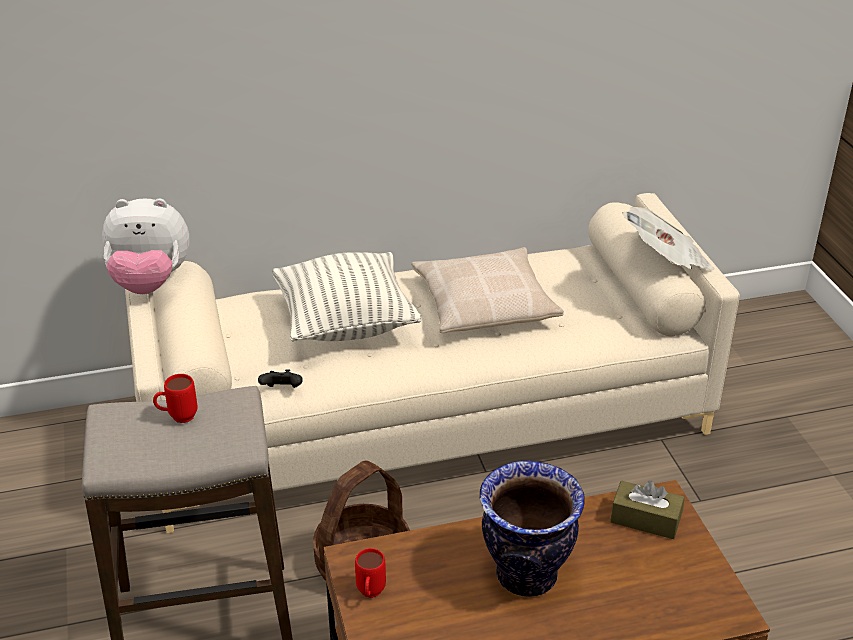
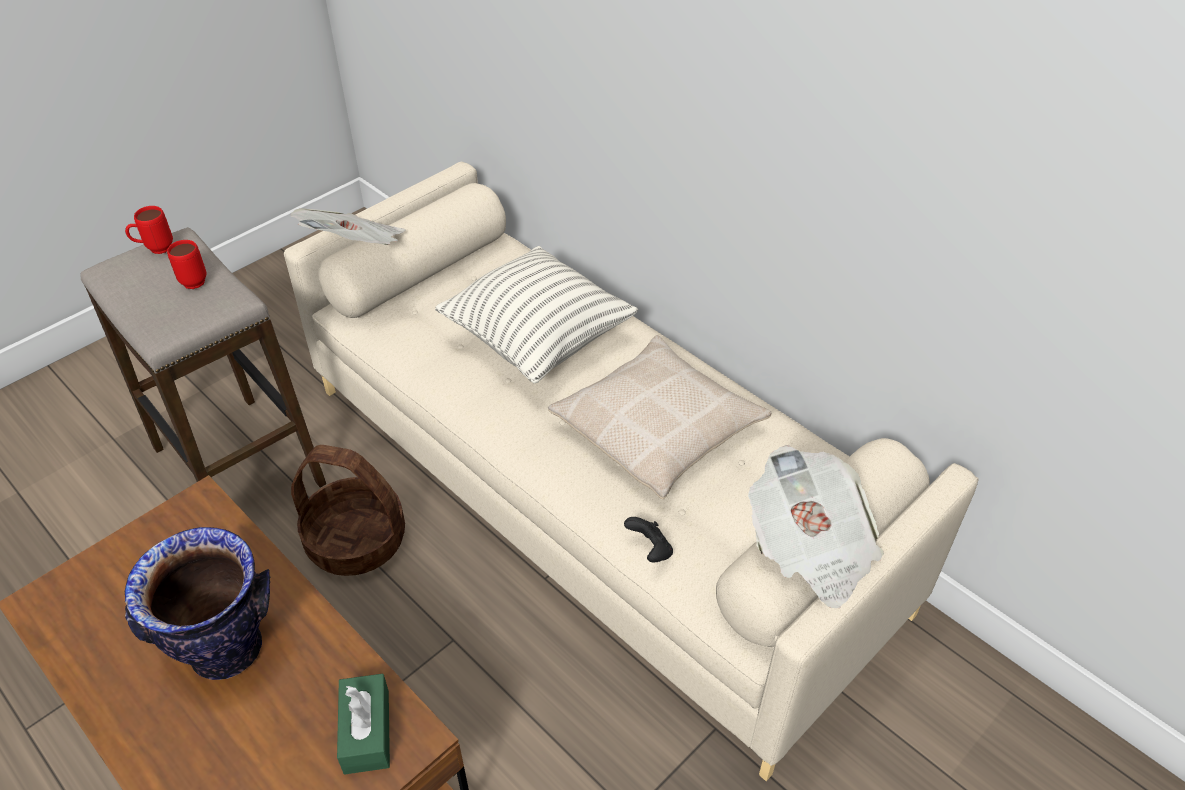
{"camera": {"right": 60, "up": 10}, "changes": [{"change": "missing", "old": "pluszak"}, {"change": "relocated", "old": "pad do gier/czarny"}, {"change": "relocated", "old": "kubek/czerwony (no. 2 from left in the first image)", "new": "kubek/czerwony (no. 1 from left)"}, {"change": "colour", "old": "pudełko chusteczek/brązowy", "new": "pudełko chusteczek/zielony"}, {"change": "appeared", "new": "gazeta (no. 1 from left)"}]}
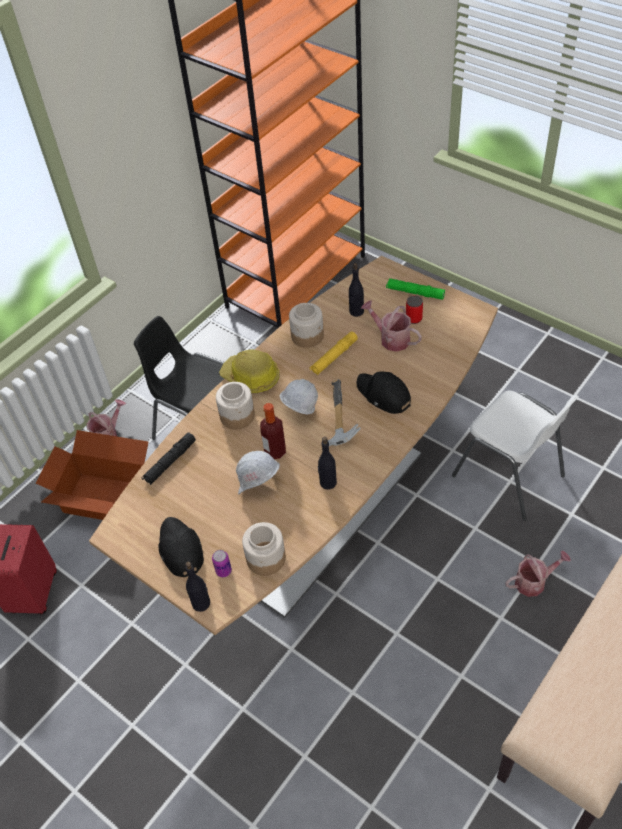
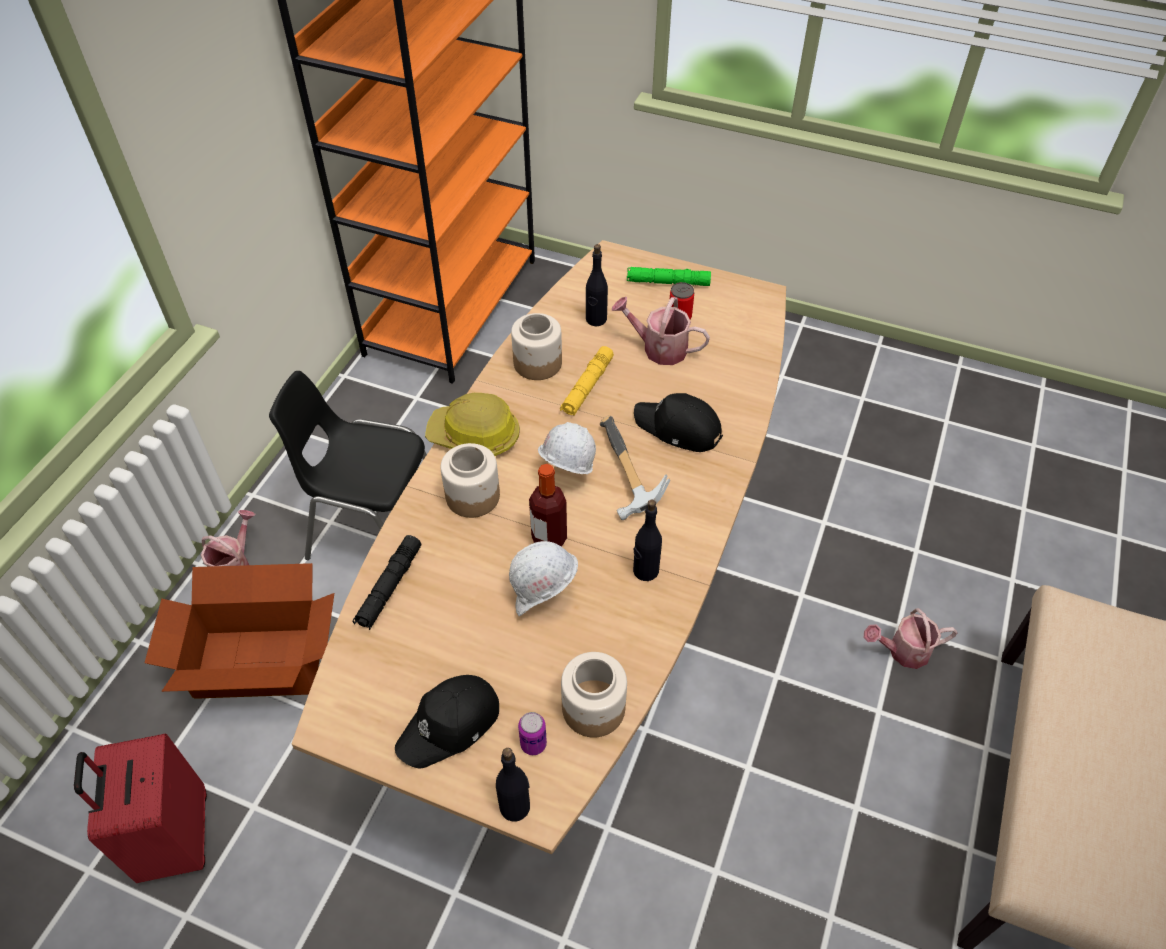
{"camera": {"right": -20, "up": 0}, "changes": [{"change": "spun", "old": "czapka z daszkiem/czarny (no. 1 from left)", "degrees": -90}, {"change": "missing", "old": "krzesło/biały"}, {"change": "spun", "old": "konewka (no. 3 from left)", "degrees": -150}]}
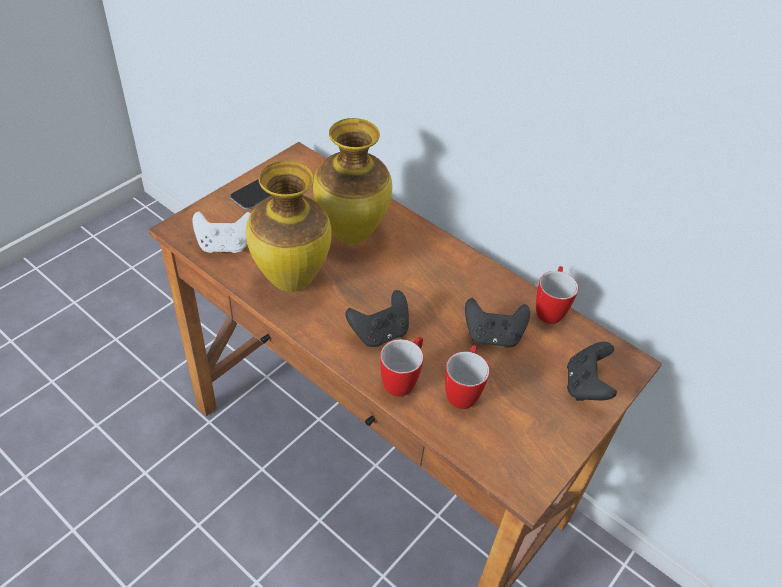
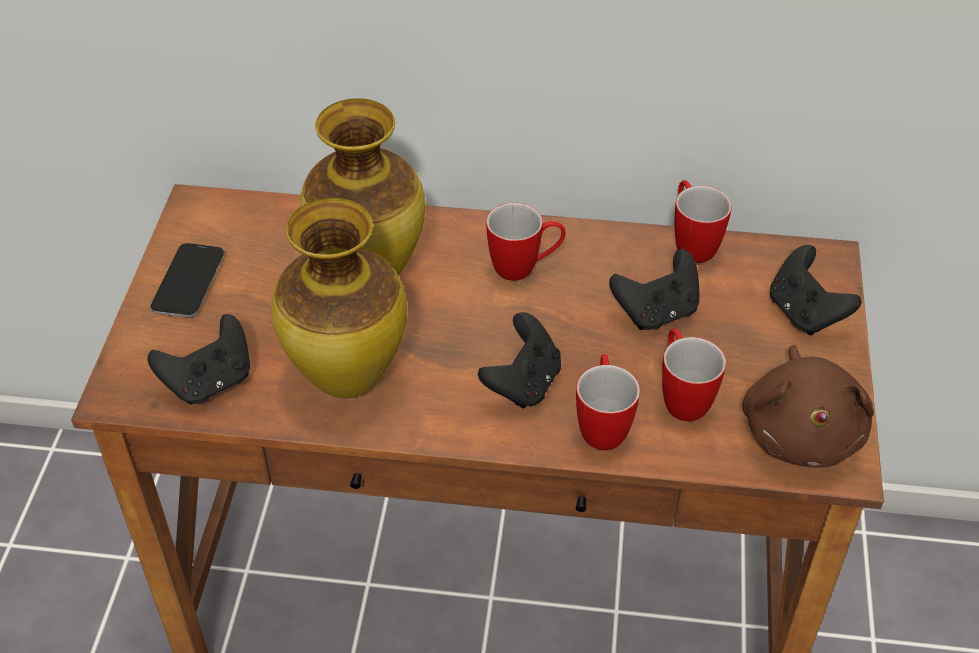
{"camera": {"right": -30, "up": 0}, "changes": [{"change": "colour", "old": "pad do gier/biały", "new": "pad do gier/czarny (no. 1 from left)"}, {"change": "appeared", "new": "kubek (no. 1 from left)"}, {"change": "appeared", "new": "pluszak/brązowy"}]}
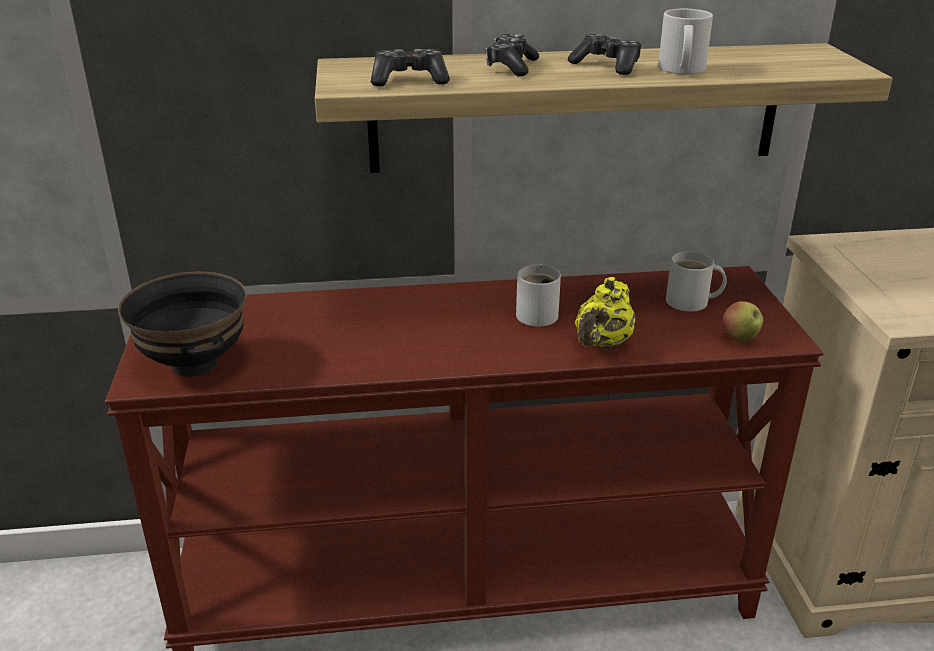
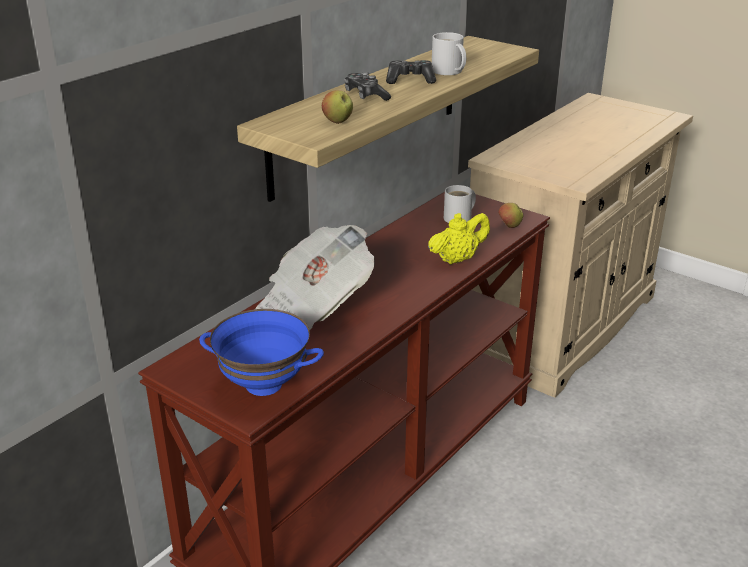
{"camera": {"right": -45, "up": 0}, "changes": [{"change": "colour", "old": "miska/czarny", "new": "miska/niebieski"}, {"change": "exchanged", "old": "pad do gier (no. 1 from left)", "new": "jabłko (no. 1 from left)"}, {"change": "missing", "old": "kubek/biały (no. 1 from left)"}, {"change": "spun", "old": "imbryk/żółty", "degrees": -105}, {"change": "appeared", "new": "gazeta"}]}
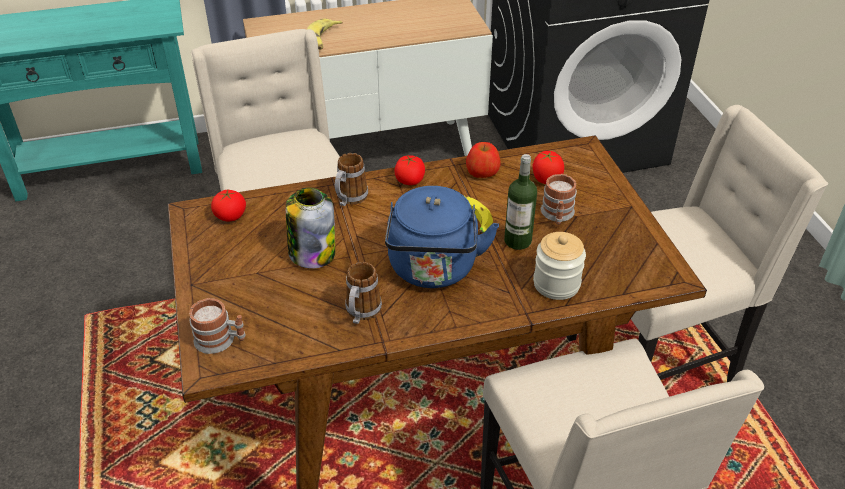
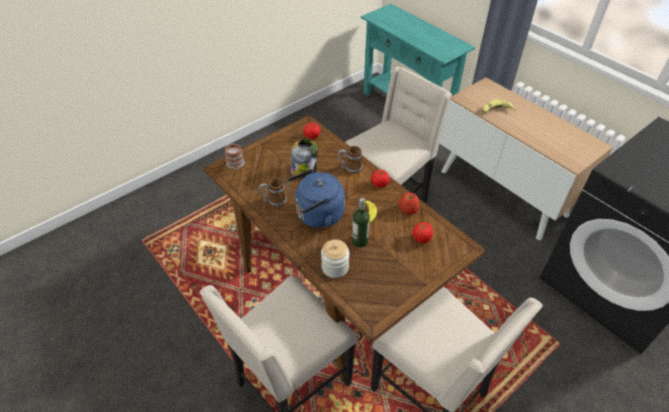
{"camera": {"right": 65, "up": 5}, "changes": [{"change": "missing", "old": "kubek (no. 4 from left)"}]}
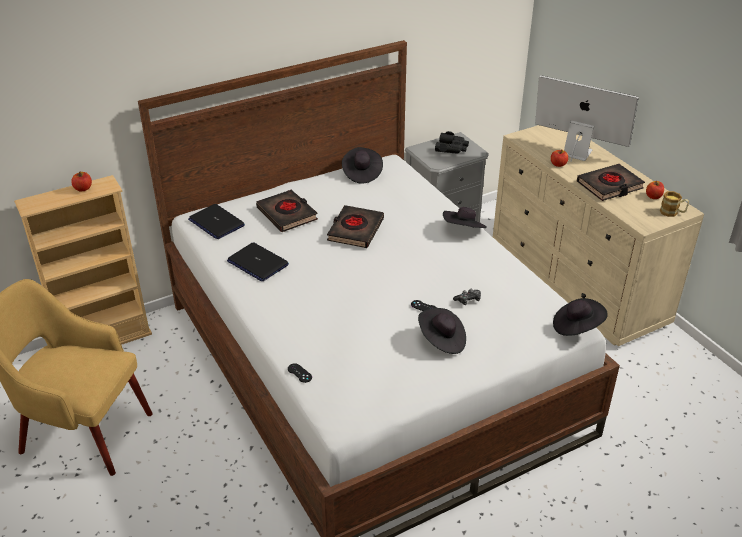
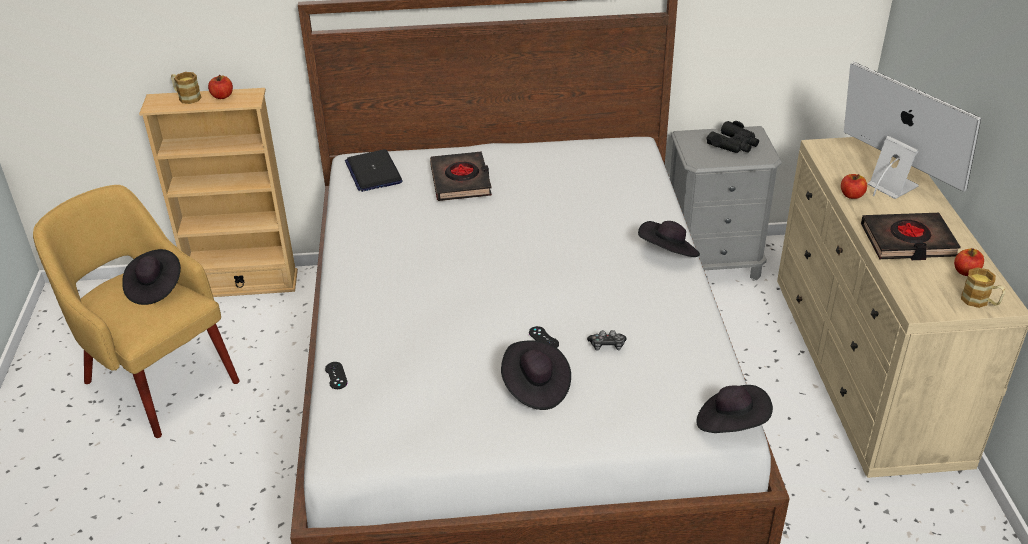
{"camera": {"right": 25, "up": 0}, "changes": [{"change": "missing", "old": "laptop (no. 2 from left)"}, {"change": "missing", "old": "książka/czarny (no. 2 from left)"}, {"change": "relocated", "old": "kapelusz/czarny (no. 1 from left)"}, {"change": "appeared", "new": "kubek (no. 1 from left)"}]}
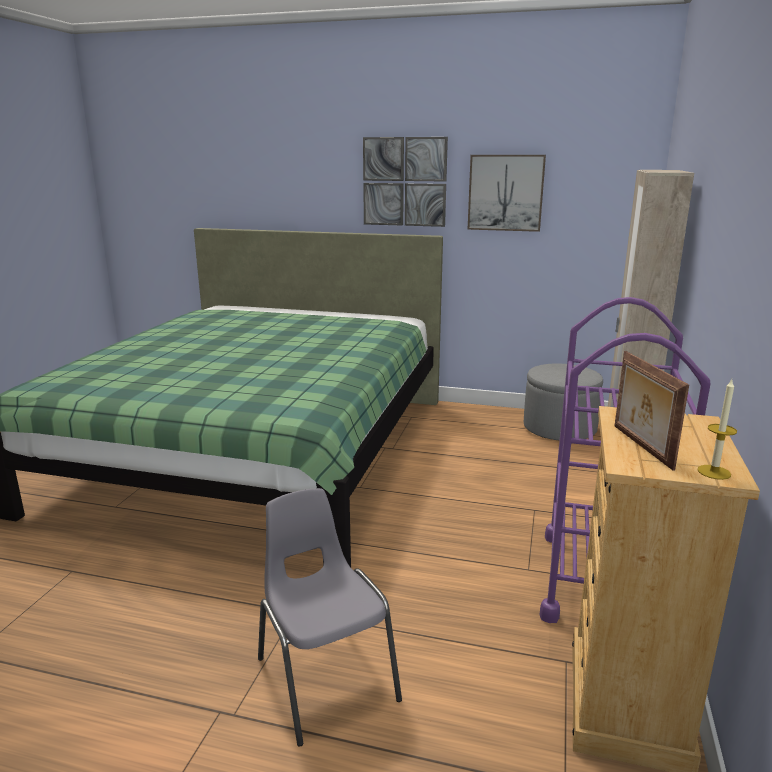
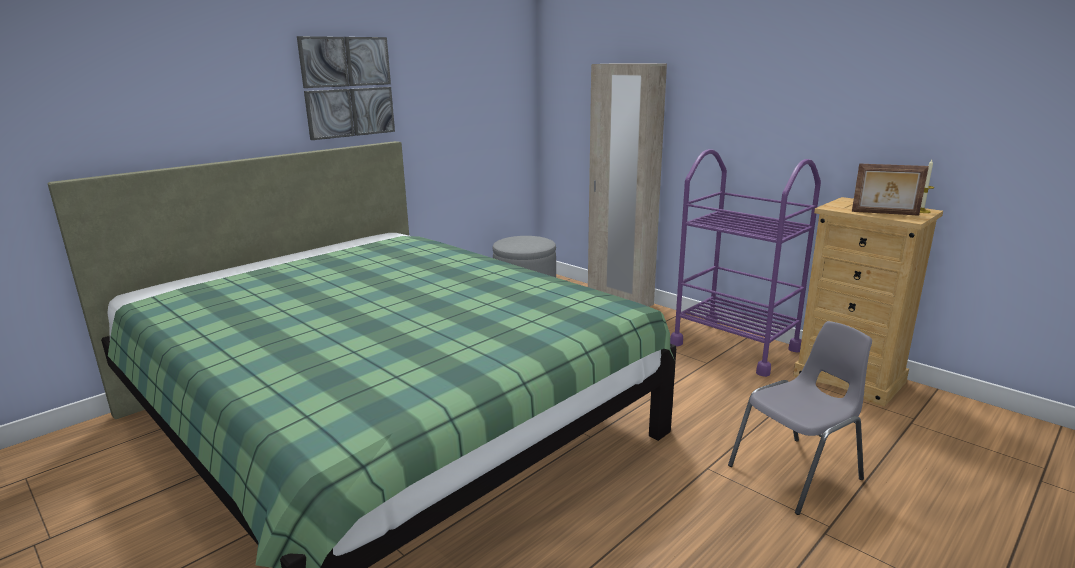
{"camera": {"right": -60, "up": 0}, "changes": [{"change": "spun", "old": "krzesło/szary", "degrees": 150}, {"change": "missing", "old": "obraz (no. 2 from left)"}]}
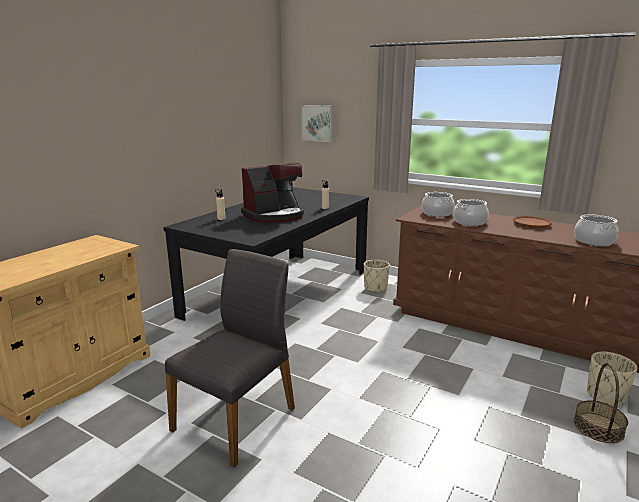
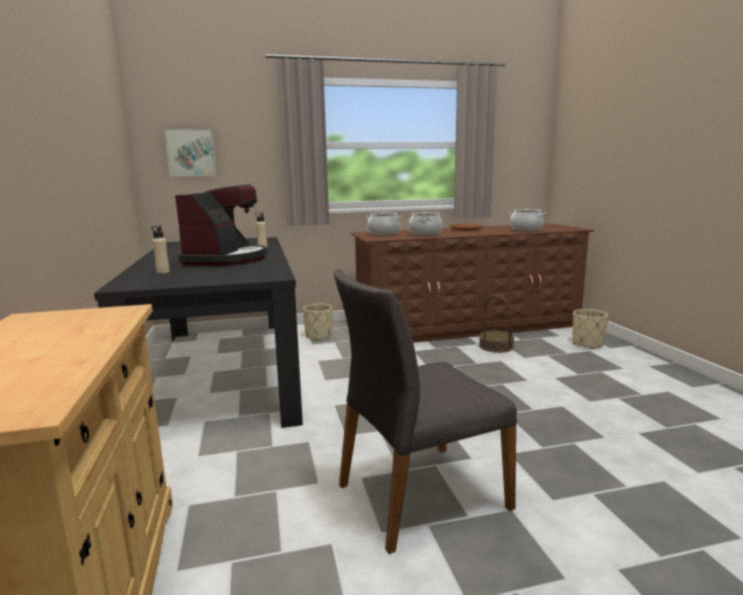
{"camera": {"right": -45, "up": -5}, "changes": [{"change": "spun", "old": "krzesło/szary", "degrees": -105}, {"change": "relocated", "old": "koszyk"}]}
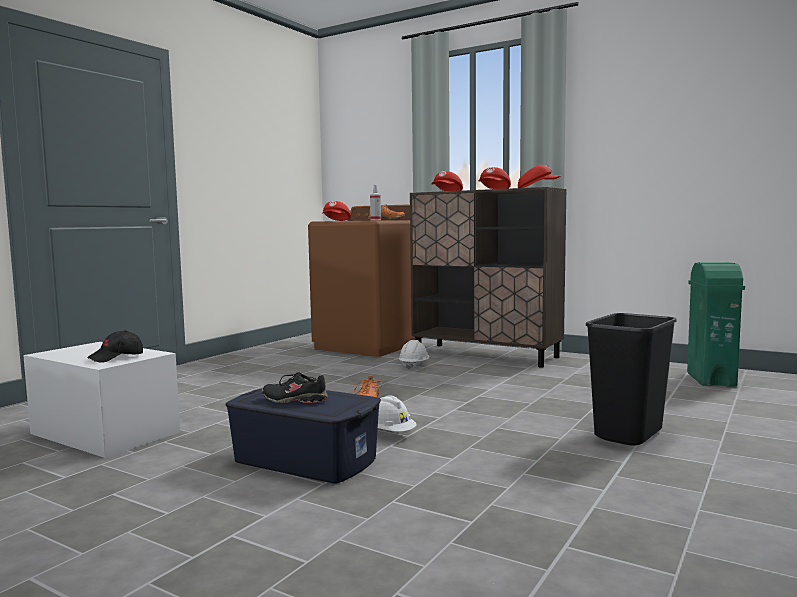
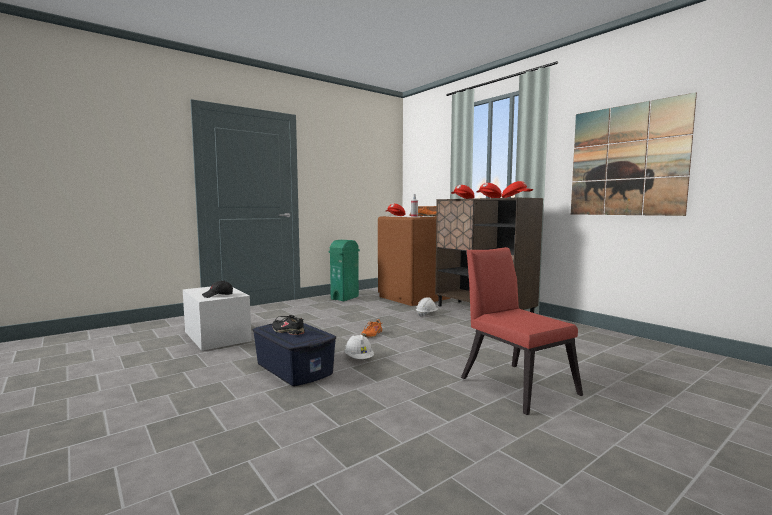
{"camera": {"right": 20, "up": 0}, "changes": [{"change": "exchanged", "old": "kosz na śmieci/czarny", "new": "krzesło/czerwony"}, {"change": "relocated", "old": "kosz na śmieci/zielony"}, {"change": "appeared", "new": "obraz"}]}
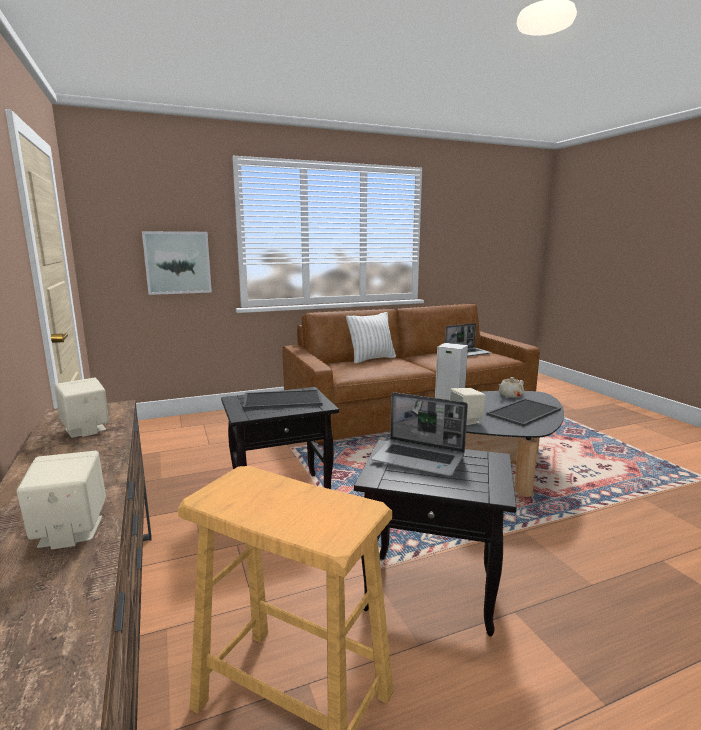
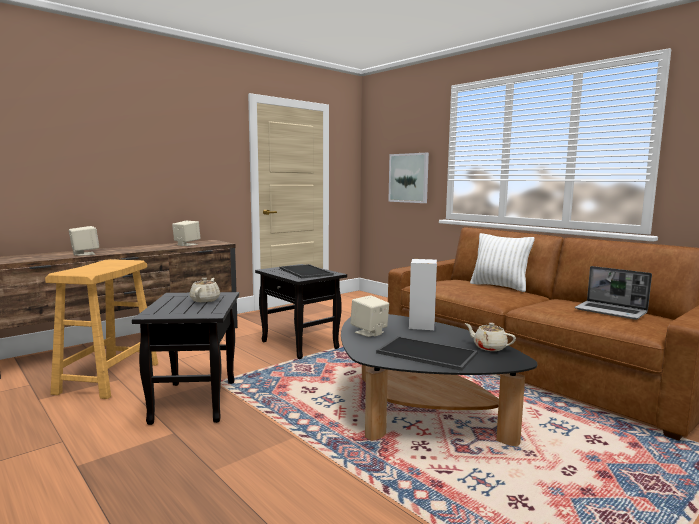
{"camera": {"right": 70, "up": -5}, "changes": [{"change": "exchanged", "old": "laptop (no. 1 from left)", "new": "imbryk/beżowy (no. 1 from left)"}]}
